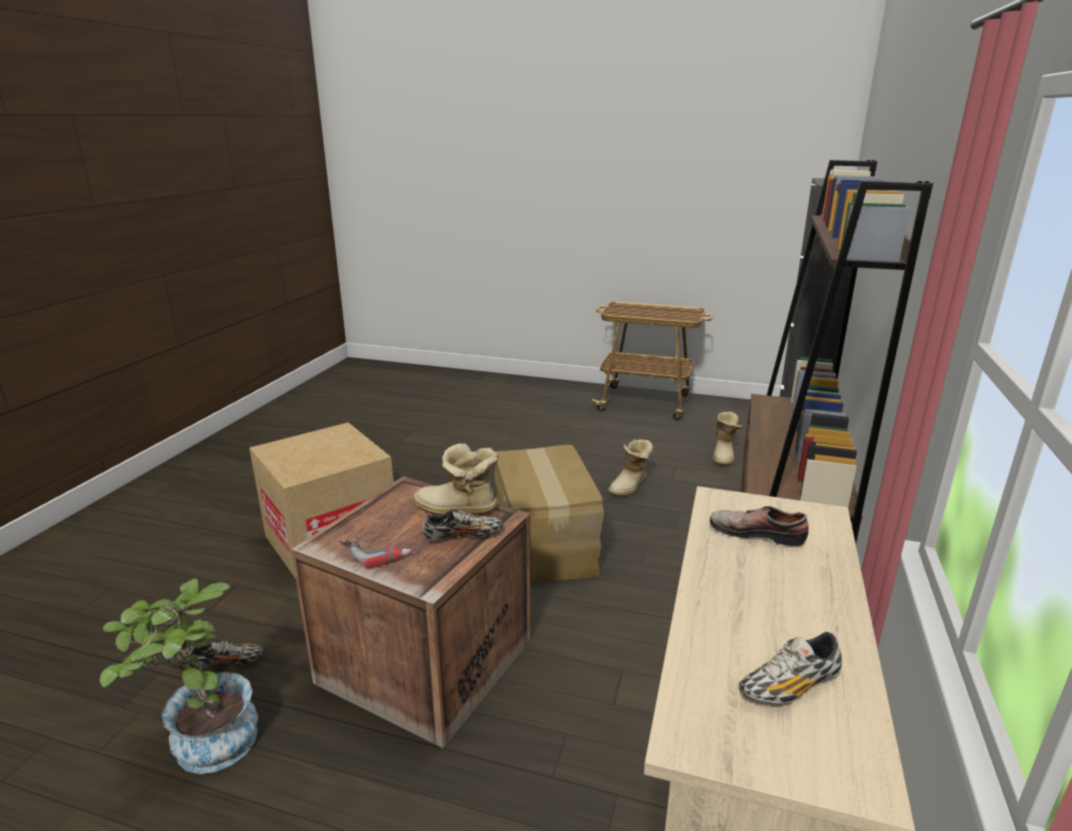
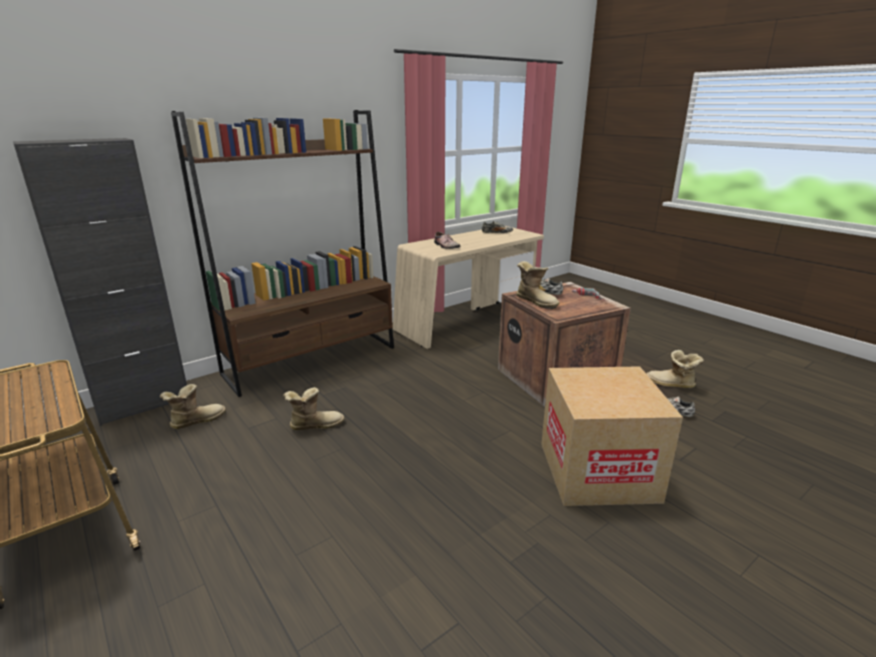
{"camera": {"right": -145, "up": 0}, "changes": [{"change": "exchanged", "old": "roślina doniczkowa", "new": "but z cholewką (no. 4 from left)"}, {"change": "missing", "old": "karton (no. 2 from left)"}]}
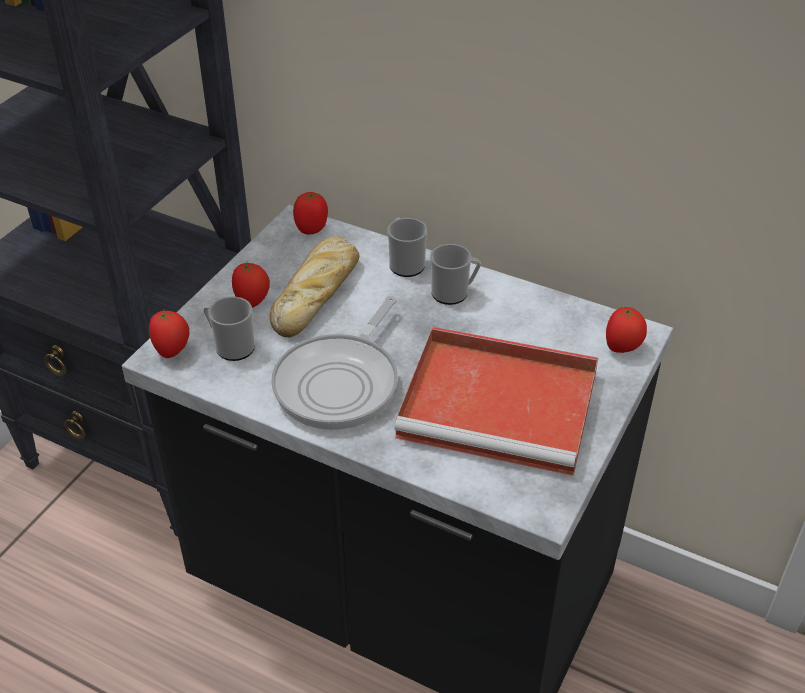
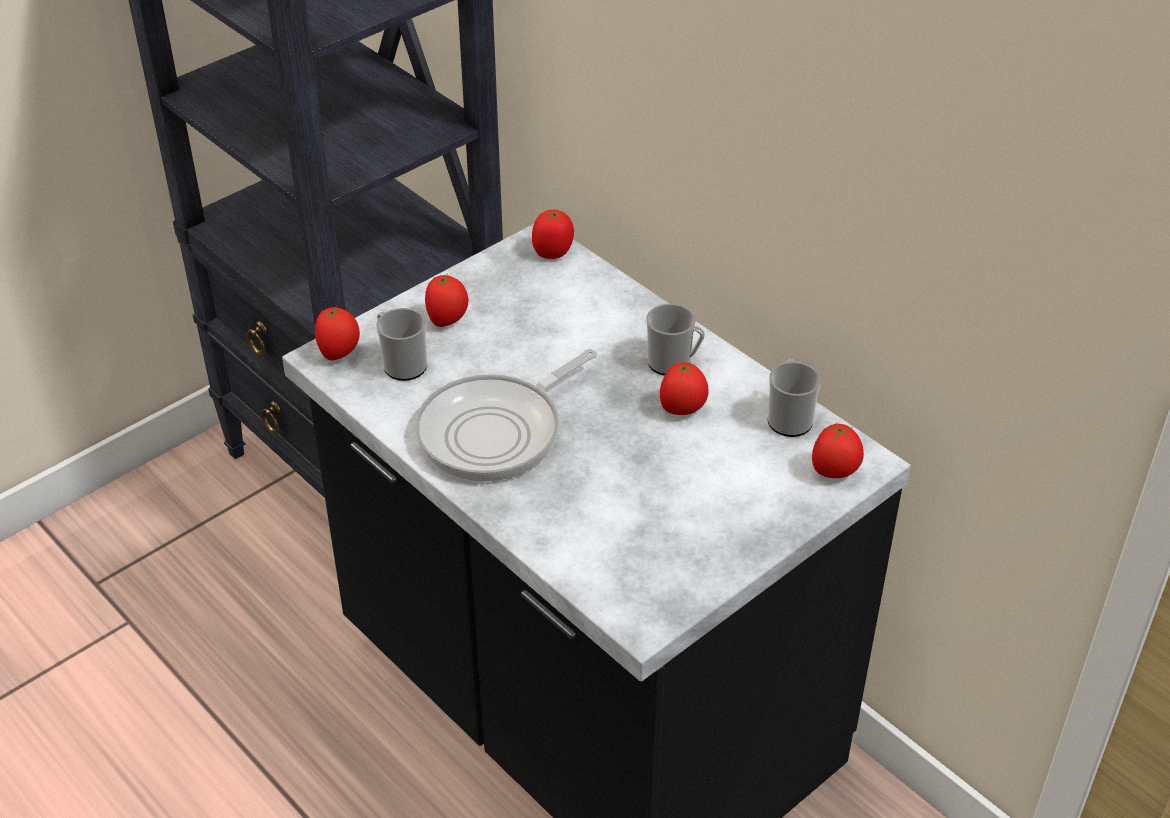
{"camera": {"right": 20, "up": 0}, "changes": [{"change": "missing", "old": "chleb"}, {"change": "relocated", "old": "kubek (no. 2 from left in the first image)", "new": "kubek (no. 3 from left)"}, {"change": "missing", "old": "taca/czerwony"}, {"change": "appeared", "new": "pomidor (no. 4 from left)"}]}
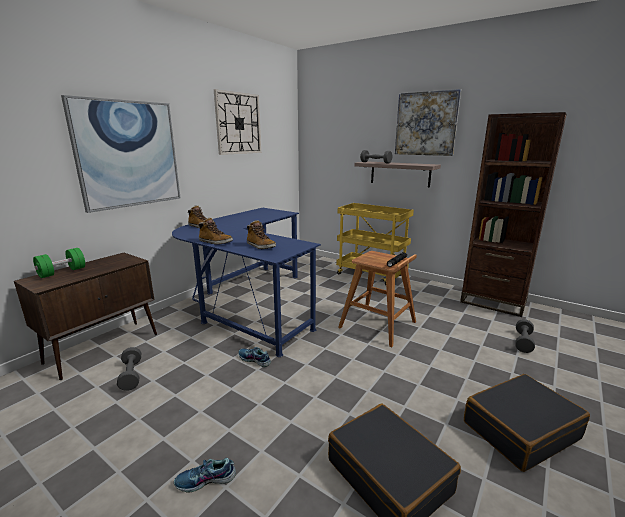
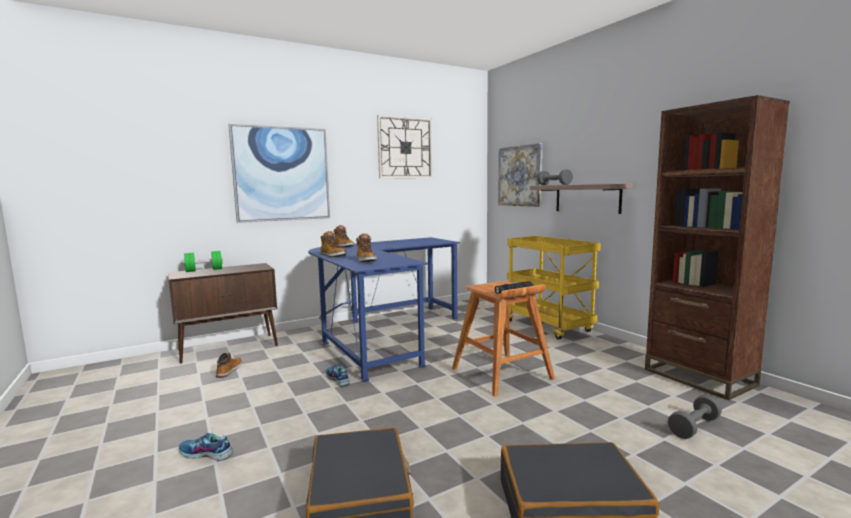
{"camera": {"right": 25, "up": -10}, "changes": [{"change": "exchanged", "old": "hantel/szary (no. 1 from left)", "new": "but z cholewką (no. 1 from left)"}, {"change": "relocated", "old": "obraz (no. 2 from left)"}]}
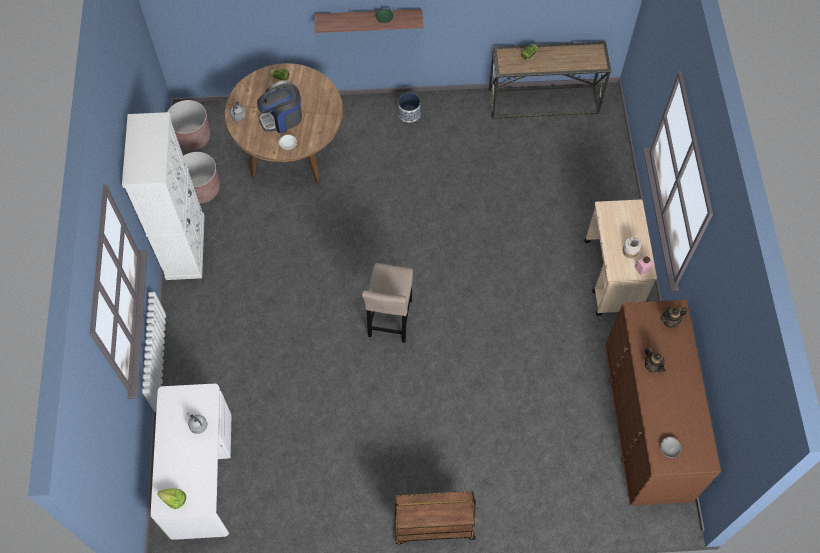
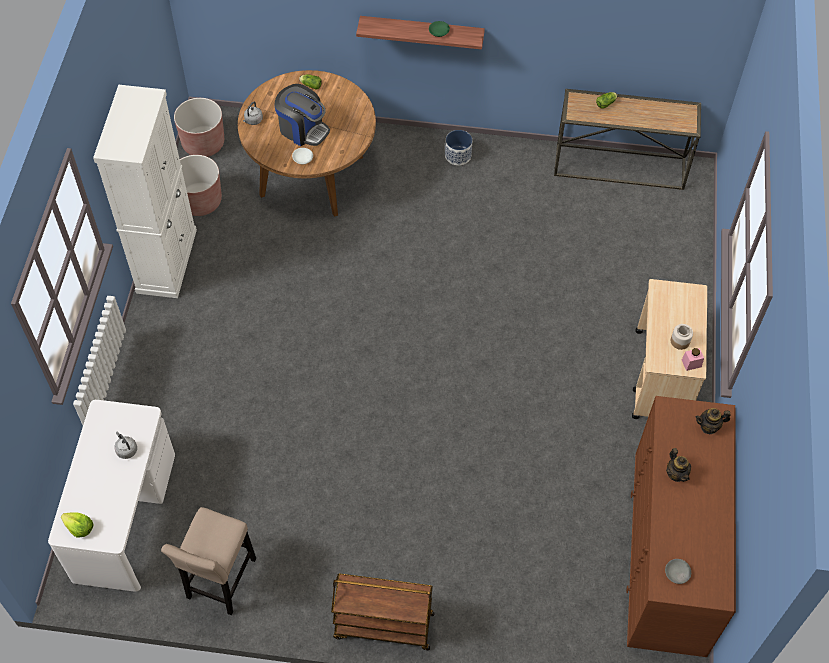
{"camera": {"right": 10, "up": -5}, "changes": [{"change": "spun", "old": "ekspres do kawy", "degrees": -135}, {"change": "relocated", "old": "stołek/beżowy"}]}
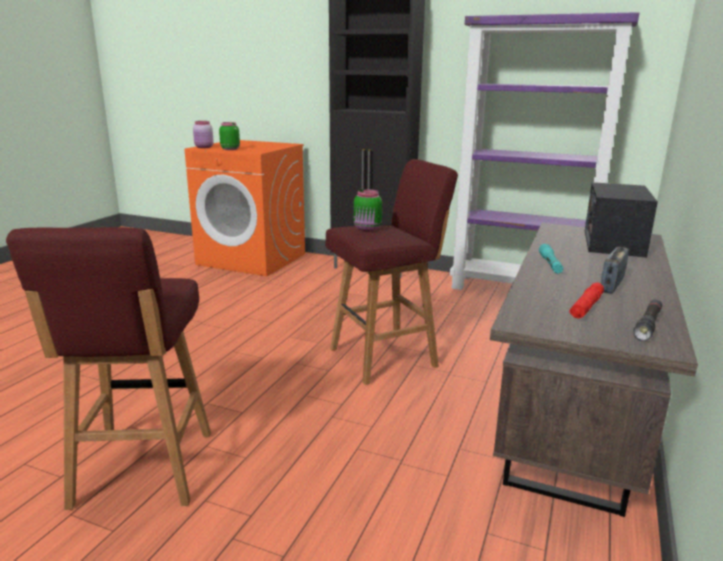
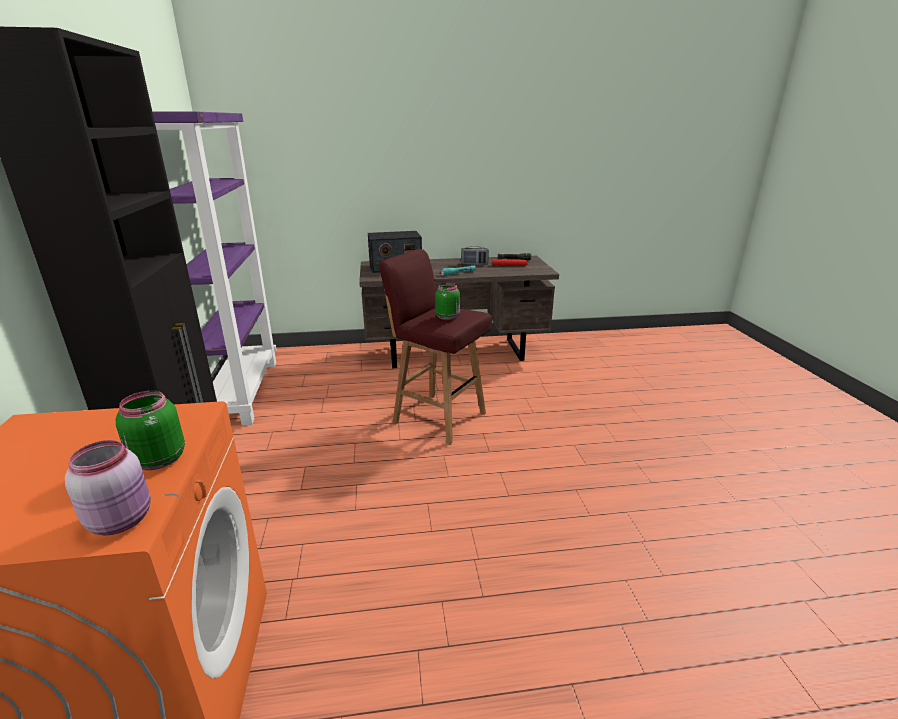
{"camera": {"right": -120, "up": 5}, "changes": [{"change": "missing", "old": "stołek/czerwony (no. 1 from left)"}]}
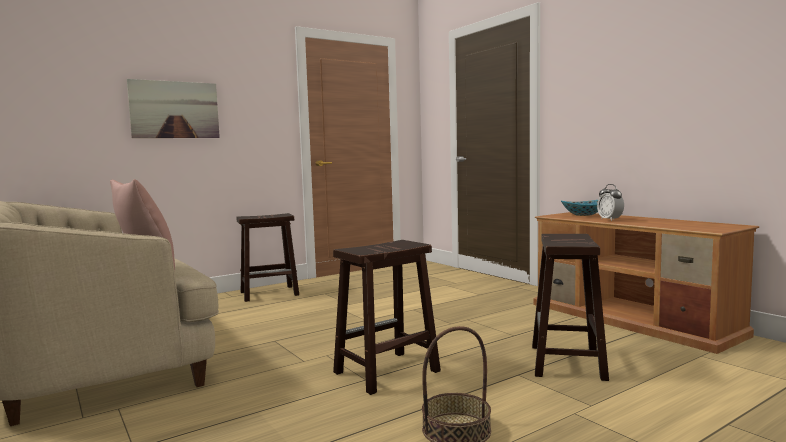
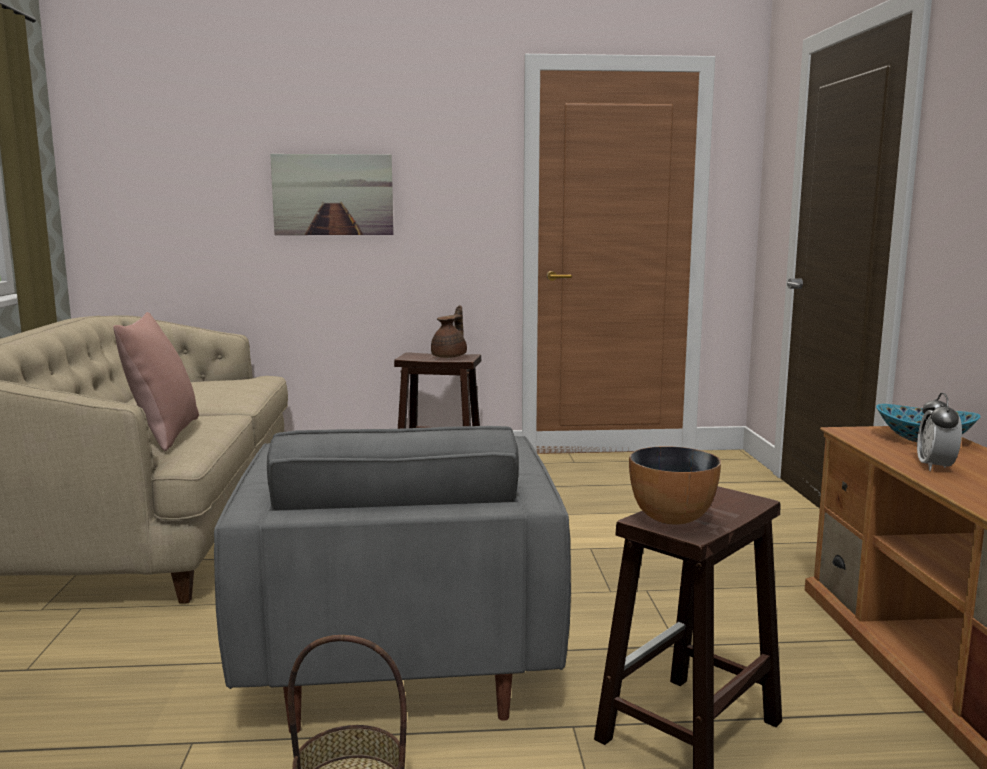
{"camera": {"right": 30, "up": 5}, "changes": [{"change": "exchanged", "old": "stołek/brązowy (no. 2 from left)", "new": "fotel/szary"}, {"change": "appeared", "new": "imbryk/brązowy"}, {"change": "appeared", "new": "miska (no. 1 from left)"}]}
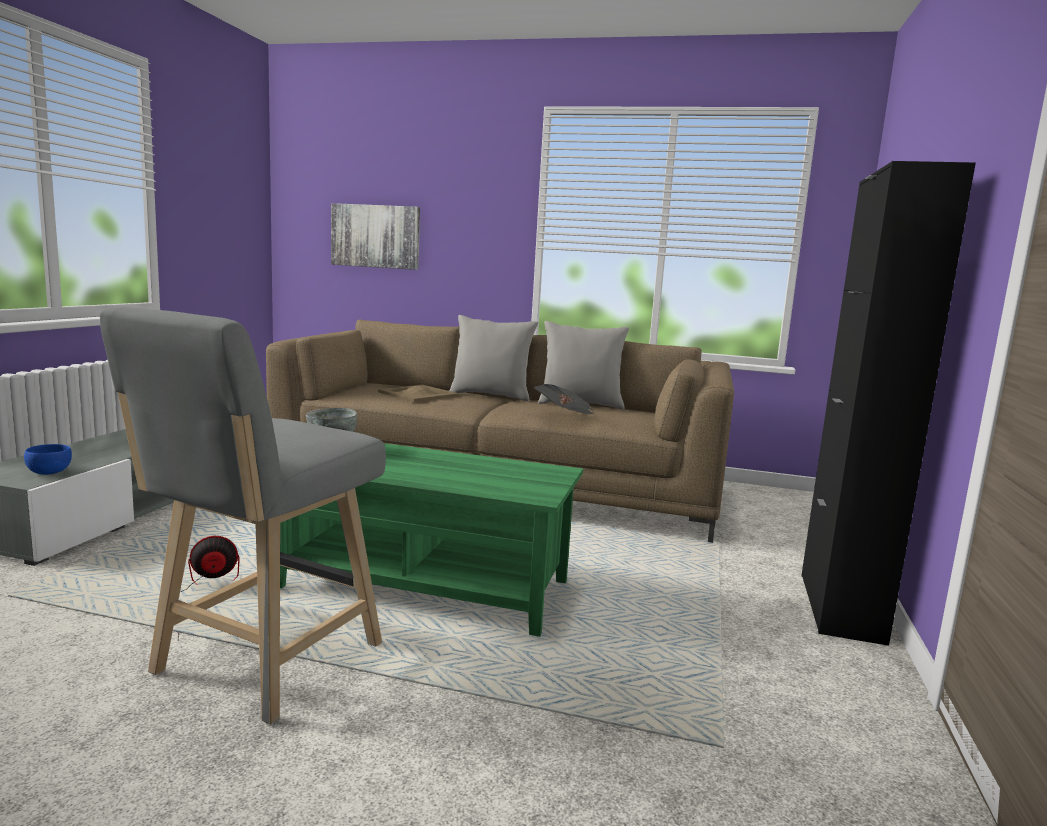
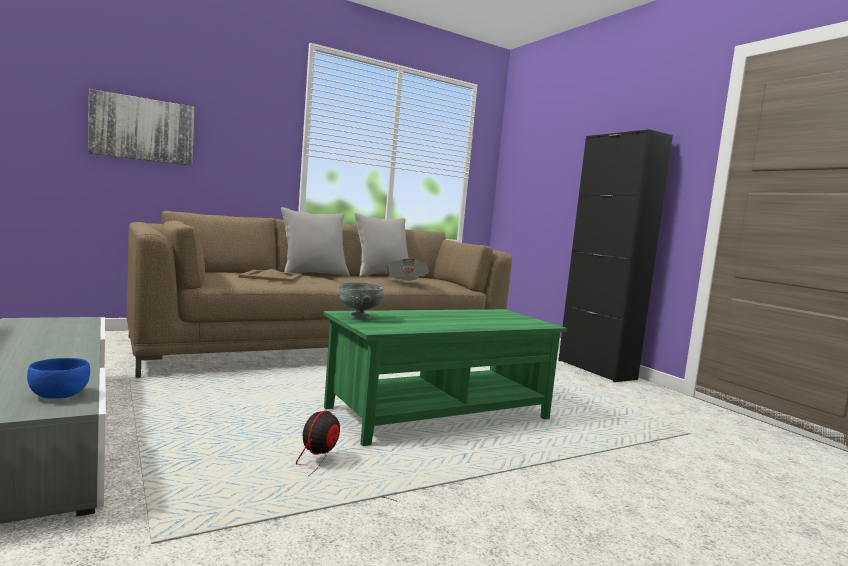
{"camera": {"right": -45, "up": -5}, "changes": [{"change": "missing", "old": "stołek/szary"}]}
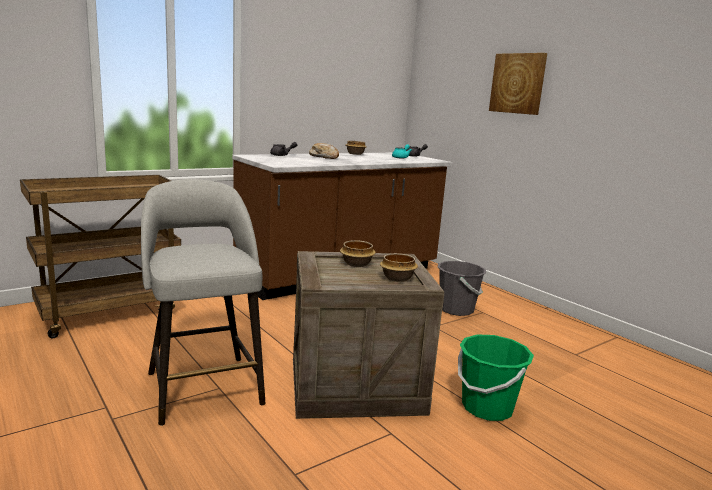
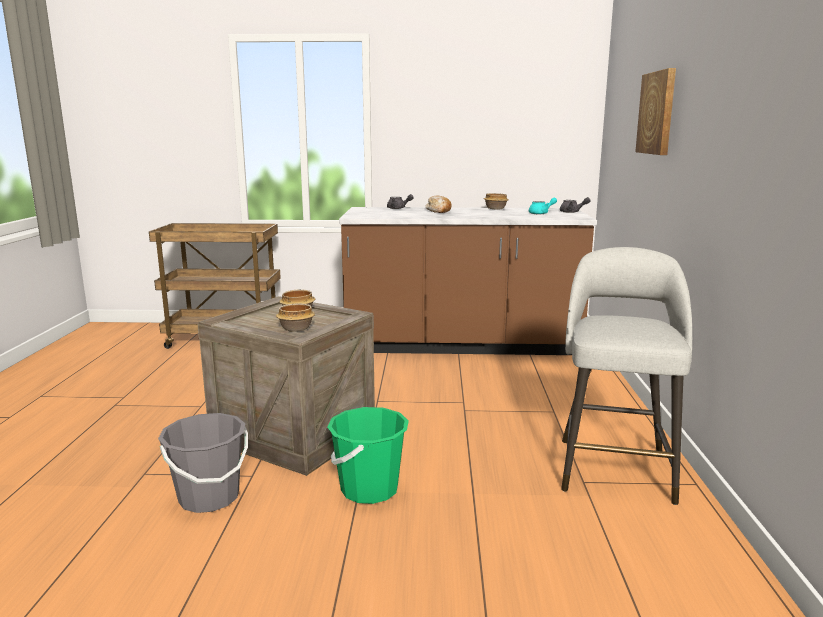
{"camera": {"right": 40, "up": 0}, "changes": [{"change": "relocated", "old": "stołek/szary"}, {"change": "relocated", "old": "wiadro/szary"}]}
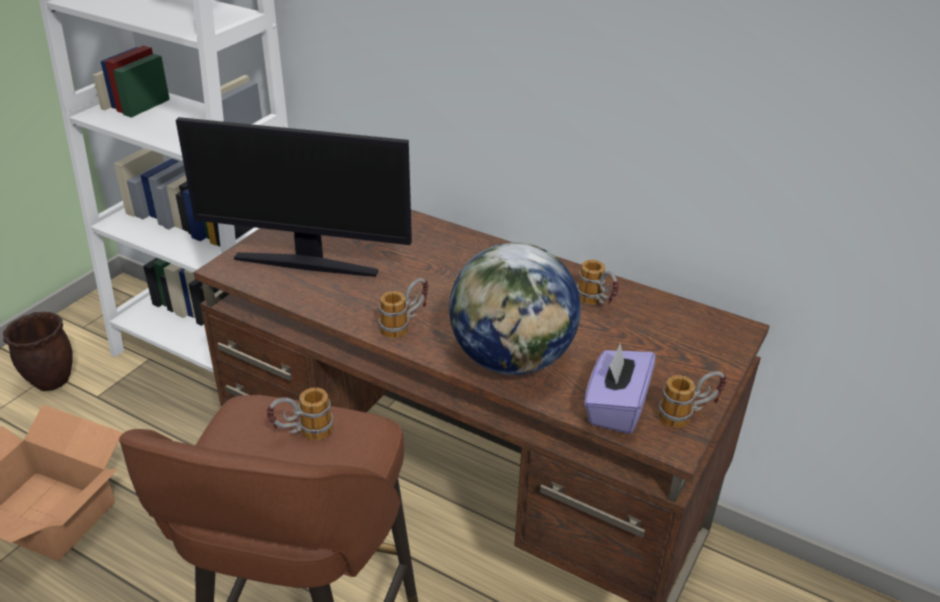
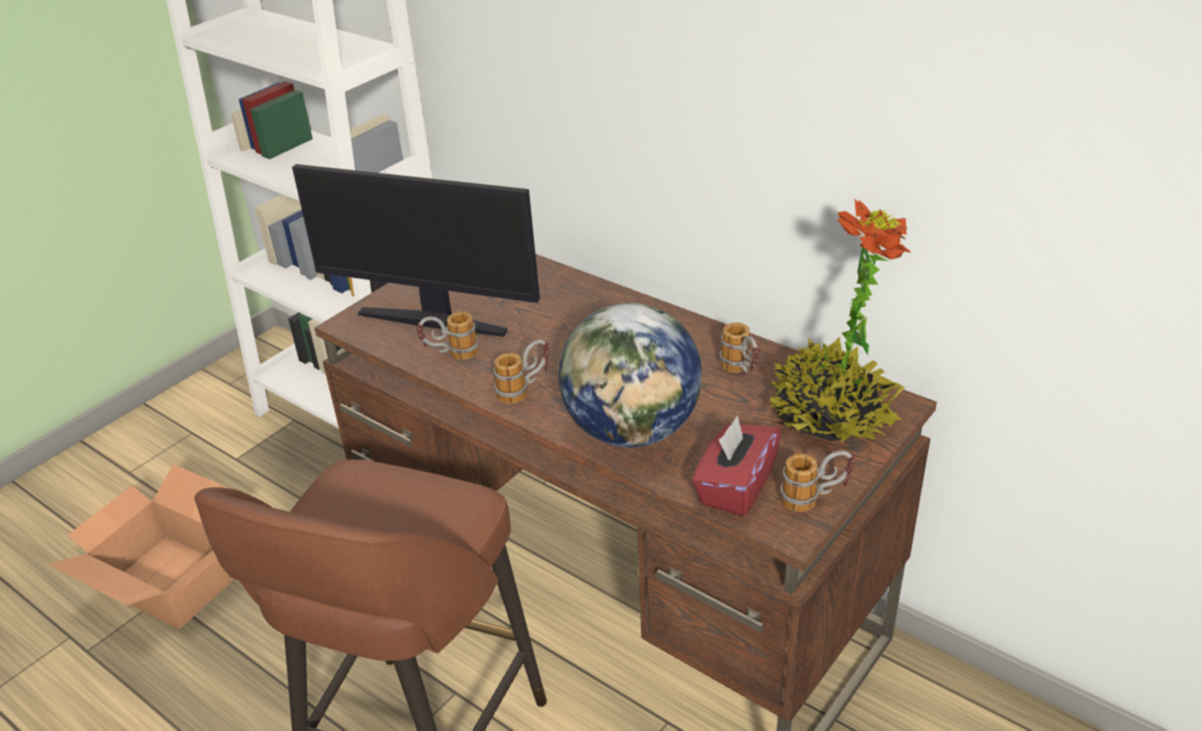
{"camera": {"right": 10, "up": 0}, "changes": [{"change": "missing", "old": "donica/brązowy"}, {"change": "relocated", "old": "kubek (no. 1 from left)"}, {"change": "colour", "old": "pudełko chusteczek/fioletowy", "new": "pudełko chusteczek/czerwony"}, {"change": "appeared", "new": "roślina doniczkowa"}]}
